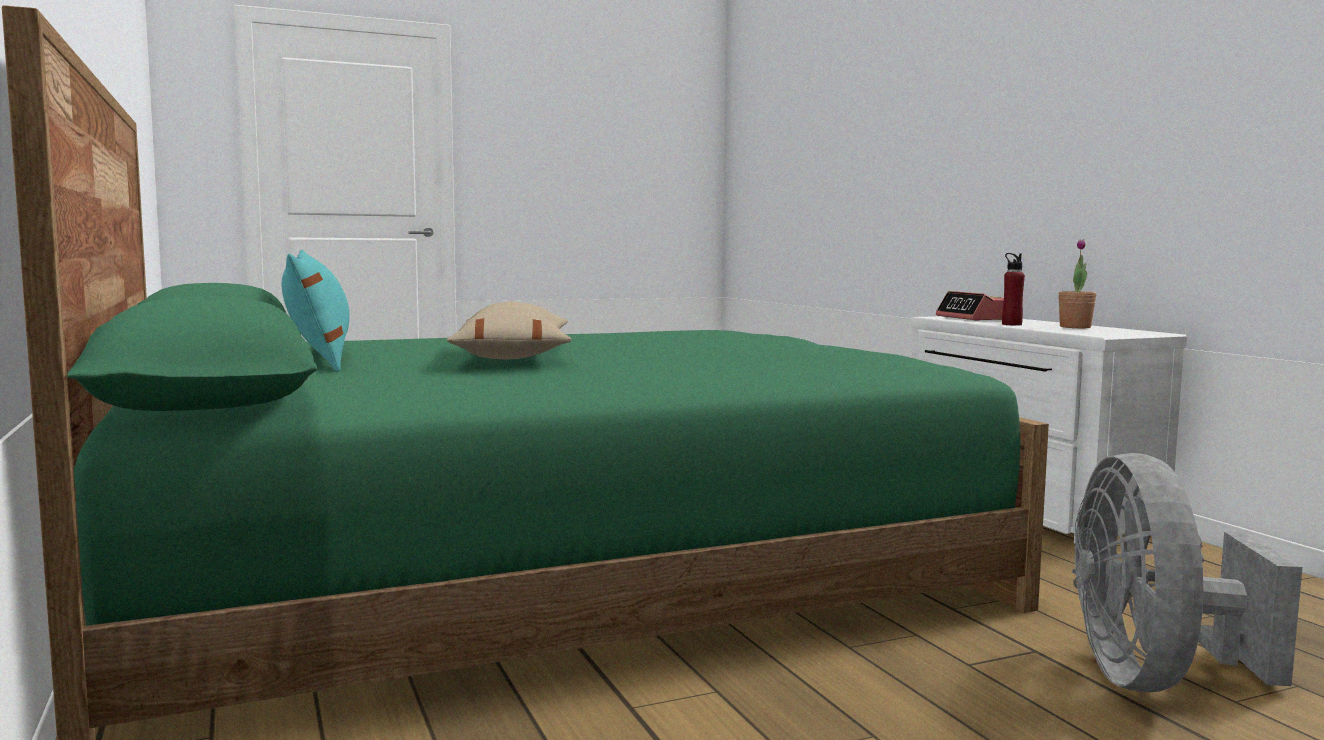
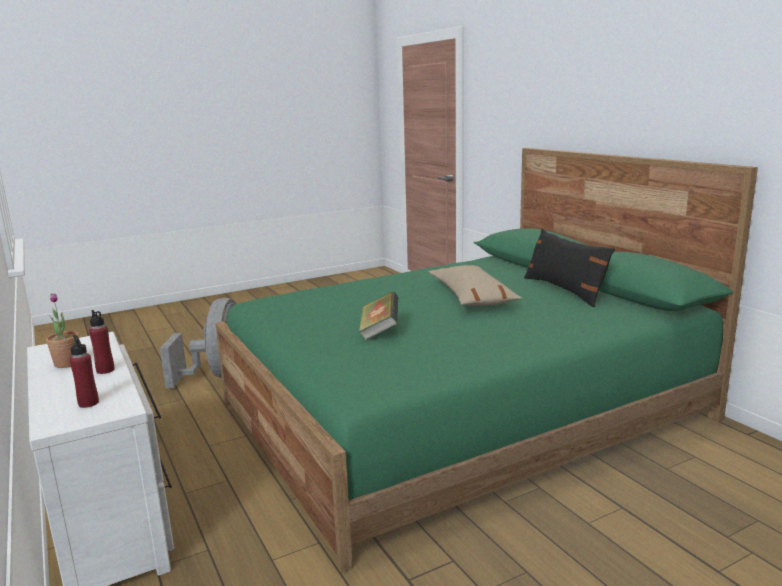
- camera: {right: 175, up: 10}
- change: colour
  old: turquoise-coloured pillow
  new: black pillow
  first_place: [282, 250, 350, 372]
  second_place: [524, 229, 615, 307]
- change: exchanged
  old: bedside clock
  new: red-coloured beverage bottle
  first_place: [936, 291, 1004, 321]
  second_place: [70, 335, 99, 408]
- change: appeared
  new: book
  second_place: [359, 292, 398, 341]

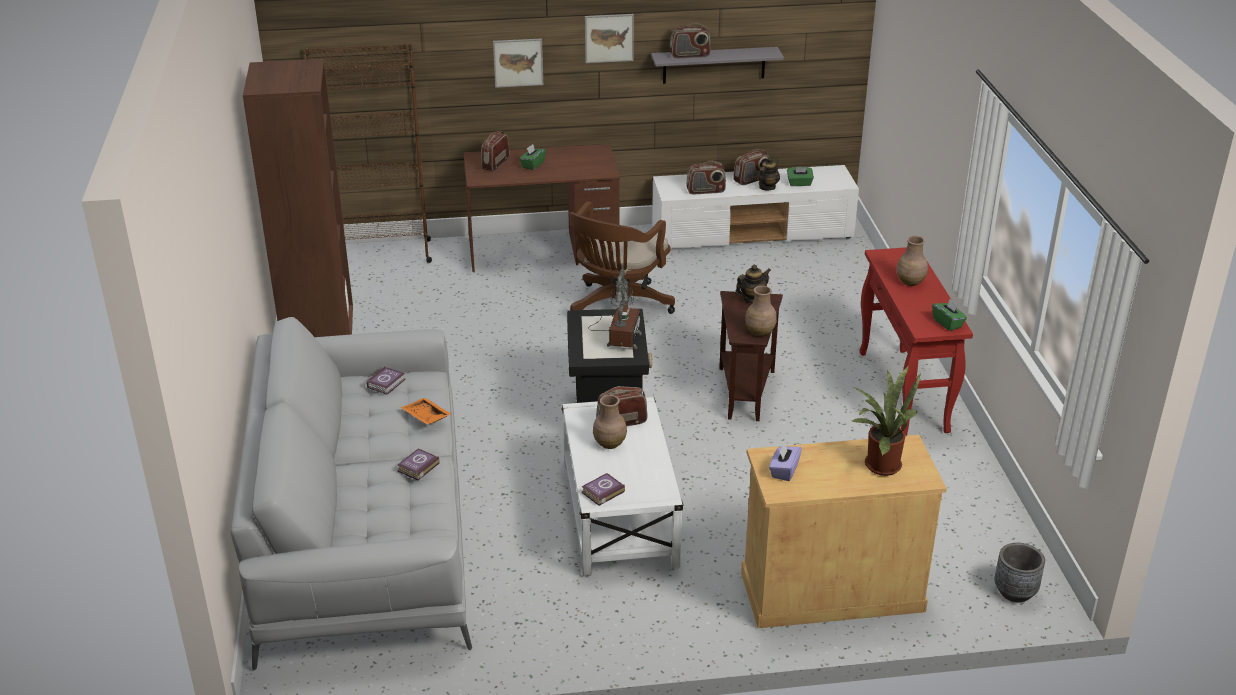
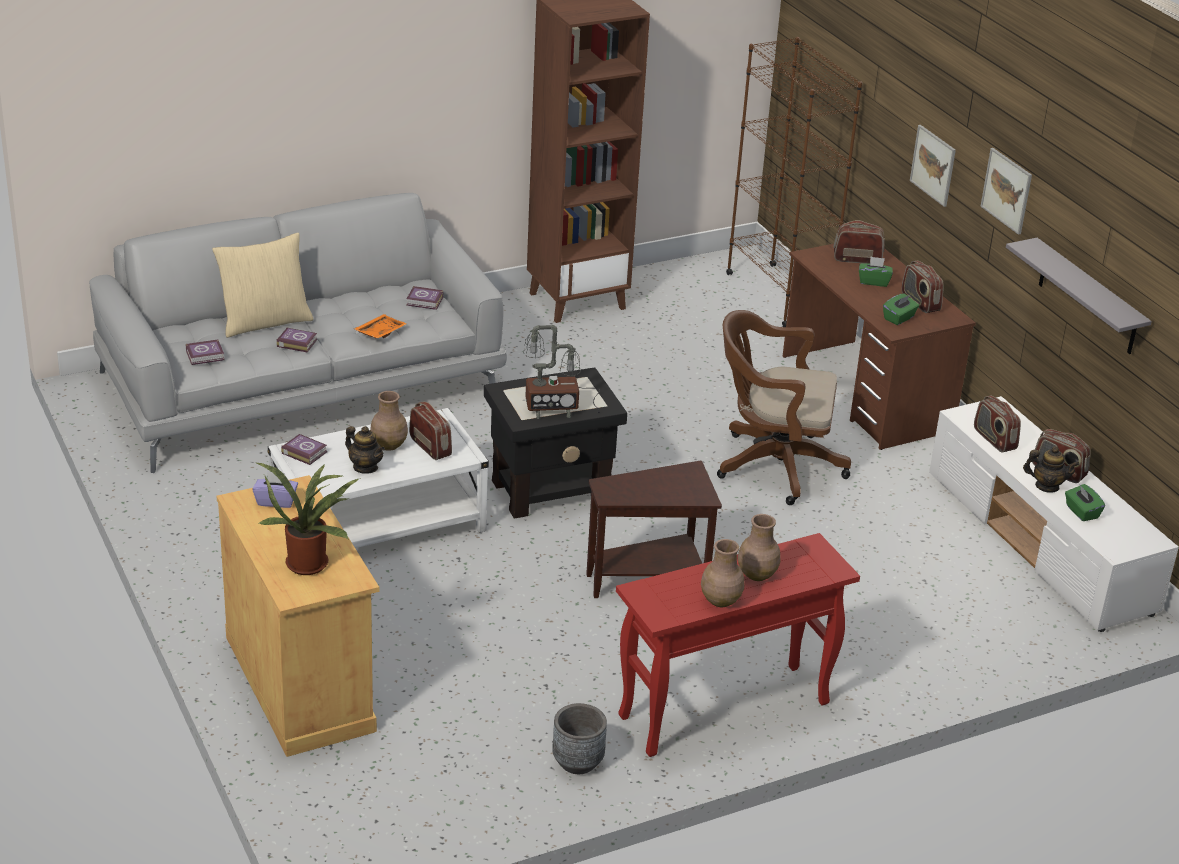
- camera: {right: 70, up: 0}
- change: relocated
  old: radio set
  first_place: [670, 23, 711, 58]
  second_place: [901, 260, 944, 313]
- change: relocated
  old: pot for tea
  first_place: [735, 264, 771, 303]
  second_place: [345, 426, 385, 474]
- change: relocated
  old: brown decorative vase
  first_place: [745, 286, 777, 336]
  second_place: [701, 539, 744, 607]
- change: relocated
  old: green-coloured box of tissues
  first_place: [932, 299, 967, 331]
  second_place: [883, 294, 919, 325]
- change: relocated
  old: greyish plant pot
  first_place: [994, 543, 1045, 602]
  second_place: [552, 703, 607, 774]
- change: appeared
  new: book
  second_place: [186, 339, 225, 365]
- change: appeared
  new: beige pillow
  second_place: [212, 232, 314, 338]

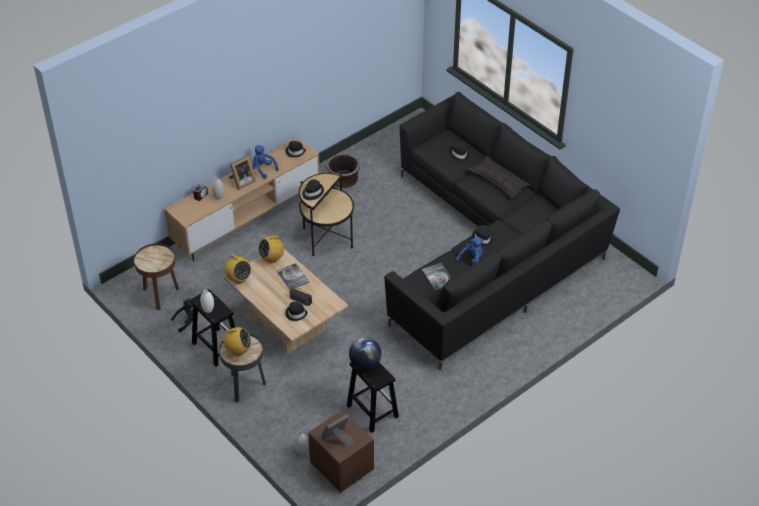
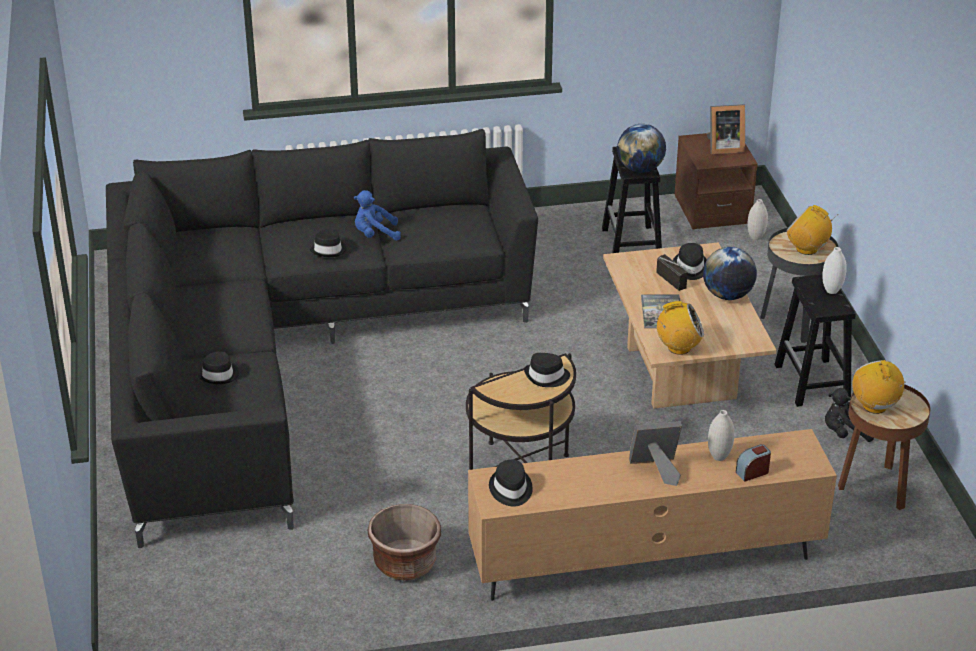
- camera: {right: -150, up: -10}
- change: relocated
  old: radio set
  first_place: [223, 254, 251, 284]
  second_place: [852, 360, 905, 414]
- change: missing
  old: blue soft toy
  first_place: [252, 145, 279, 179]
- change: missing
  old: book
  first_place: [422, 263, 451, 290]
- change: missing
  old: pillow
  first_place: [467, 156, 531, 199]
- change: appeared
  new: desk globe
  second_place: [703, 247, 757, 300]

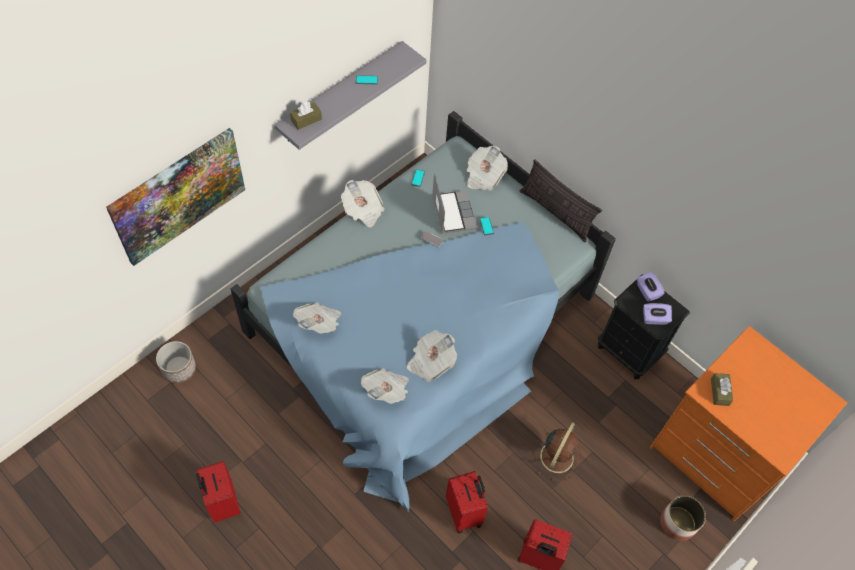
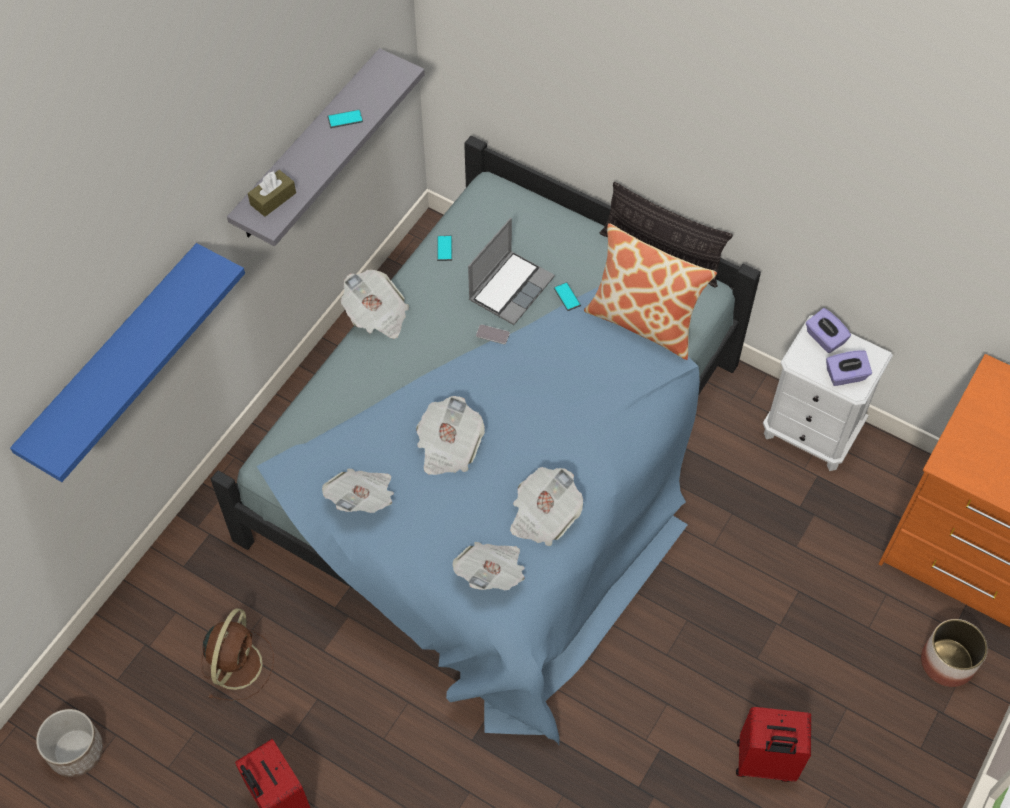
- camera: {right: -10, up: 0}
- change: exchanged
  old: picture
  new: blue wall shelf
  first_place: [106, 128, 245, 266]
  second_place: [10, 243, 245, 482]
- change: relocated
  old: plant pot
  first_place: [156, 341, 196, 383]
  second_place: [36, 709, 103, 777]
- change: spun
  old: notebook computer
  first_place: [432, 173, 477, 234]
  second_place: [468, 218, 555, 325]
  degrees: 60
- change: missing
  old: red-coloured suitcase
  first_place: [446, 471, 488, 534]
- change: relocated
  old: daily paper
  first_place: [466, 146, 508, 191]
  second_place: [416, 396, 485, 475]
- change: relocated
  old: brown fan
  first_place: [535, 422, 582, 481]
  second_place: [201, 608, 274, 701]
- change: colour
  old: black night table
  new: white night table
  first_place: [598, 274, 690, 379]
  second_place: [763, 315, 893, 471]
- change: missing
  old: brown box of tissues
  first_place: [711, 373, 733, 406]
- change: appeared
  new: pillow
  second_place: [584, 223, 717, 360]

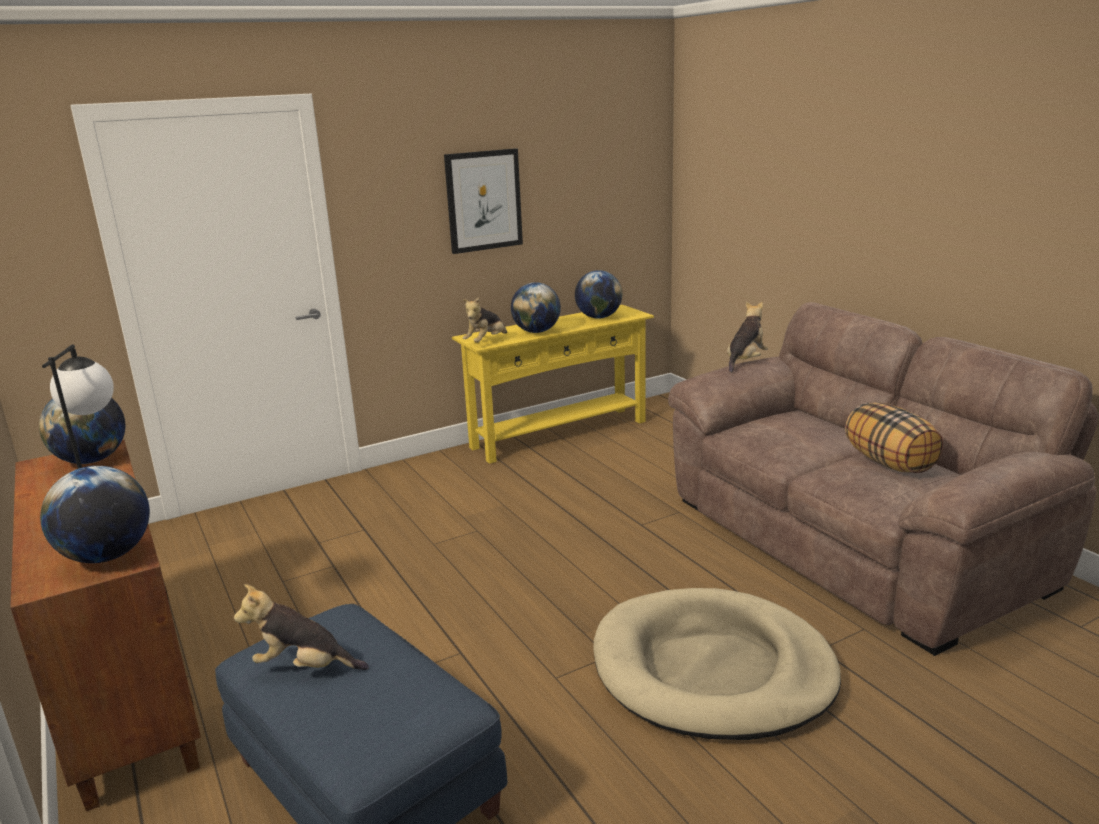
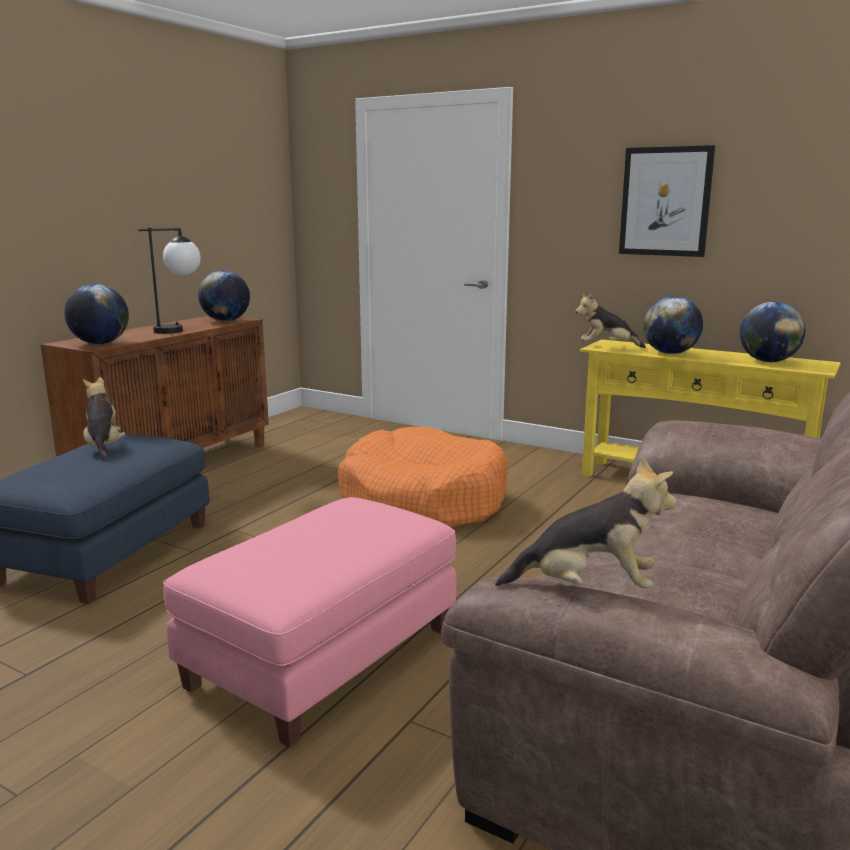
- camera: {right: 60, up: -5}
- change: exchanged
  old: beige dog bed
  new: pinkish pouffe
  first_place: [593, 588, 841, 740]
  second_place: [163, 497, 456, 748]
- change: relocated
  old: soft toy
  first_place: [727, 301, 768, 373]
  second_place: [495, 457, 676, 588]
- change: missing
  old: pillow
  first_place: [845, 402, 943, 473]
- change: appeared
  new: orange-coloured dog bed
  second_place: [338, 427, 508, 527]

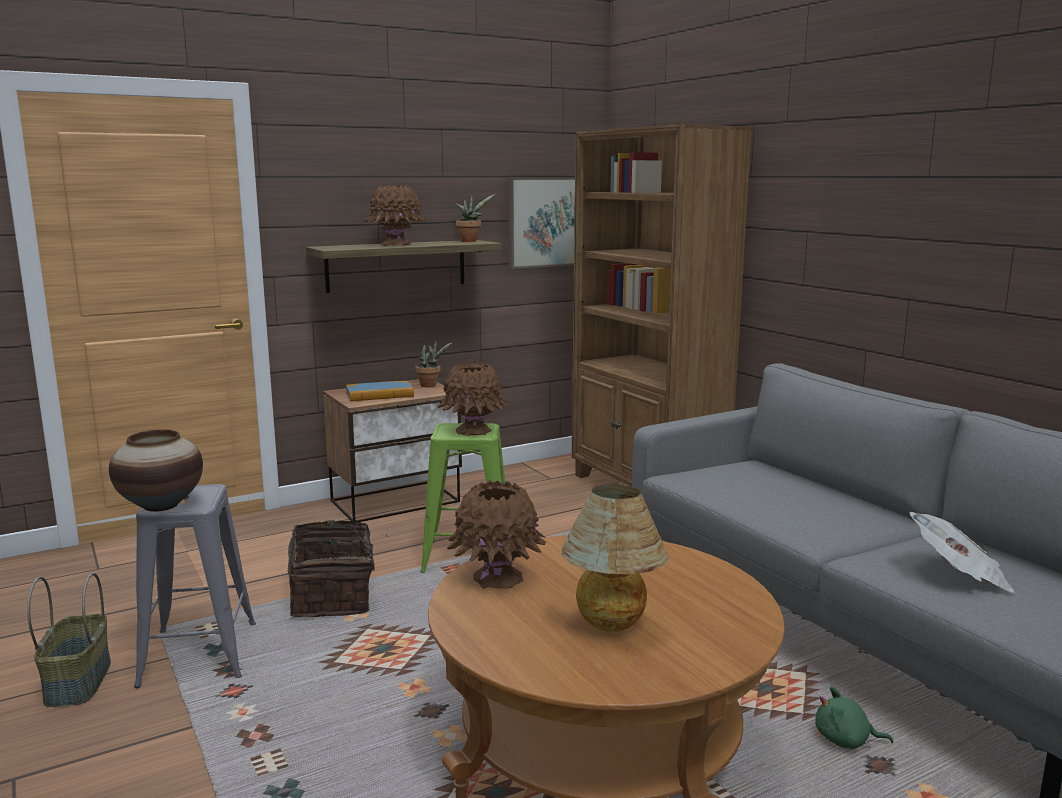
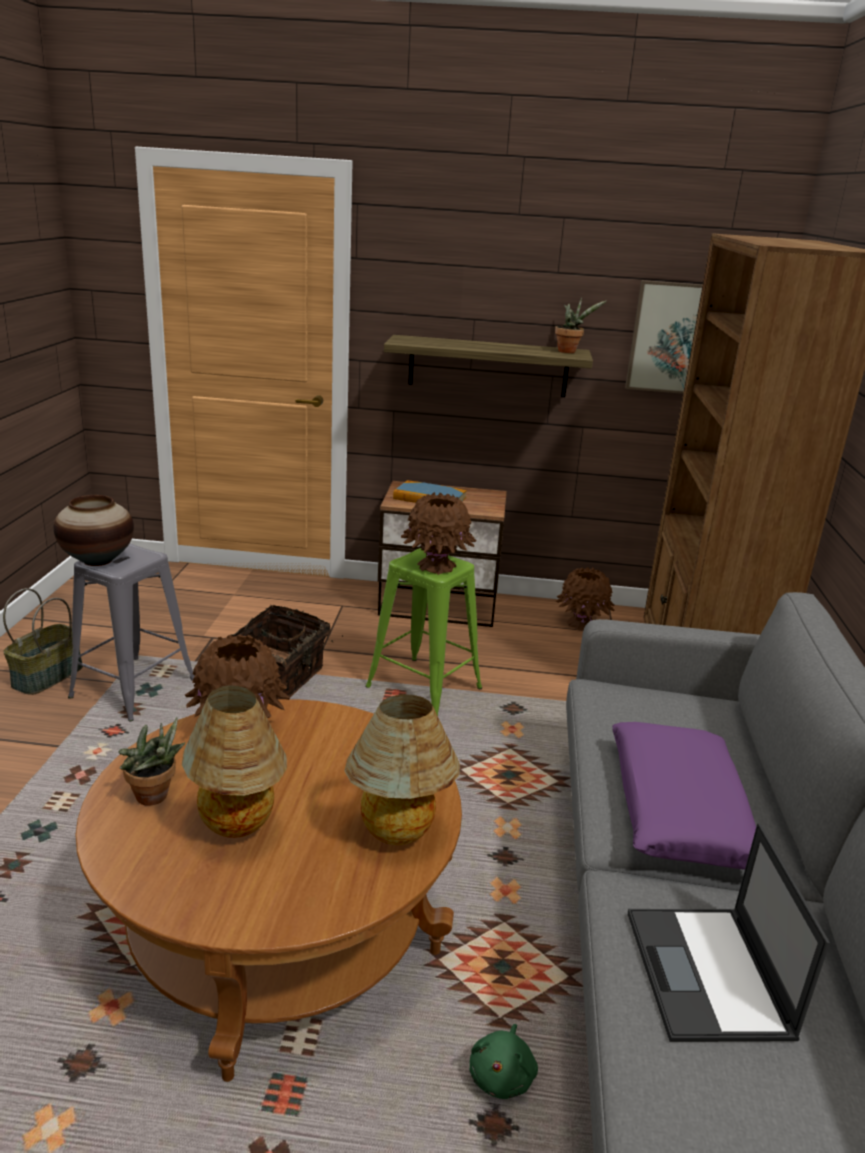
- camera: {right: 35, up: 10}
- change: relocated
  old: brown decorative vase
  first_place: [365, 185, 427, 246]
  second_place: [556, 567, 615, 631]
- change: relocated
  old: houseplant
  first_place: [415, 340, 453, 387]
  second_place: [118, 717, 185, 806]
- change: spun
  old: green-coloured soft toy
  first_place: [815, 687, 893, 749]
  second_place: [469, 1024, 538, 1099]
  degrees: -120
- change: exchanged
  old: daily paper
  new: notebook computer
  first_place: [910, 512, 1015, 593]
  second_place: [628, 823, 830, 1042]
- change: appeared
  new: tabletop lamp
  second_place: [344, 694, 460, 845]
- change: appeared
  new: purplish pillow
  second_place: [612, 722, 756, 870]

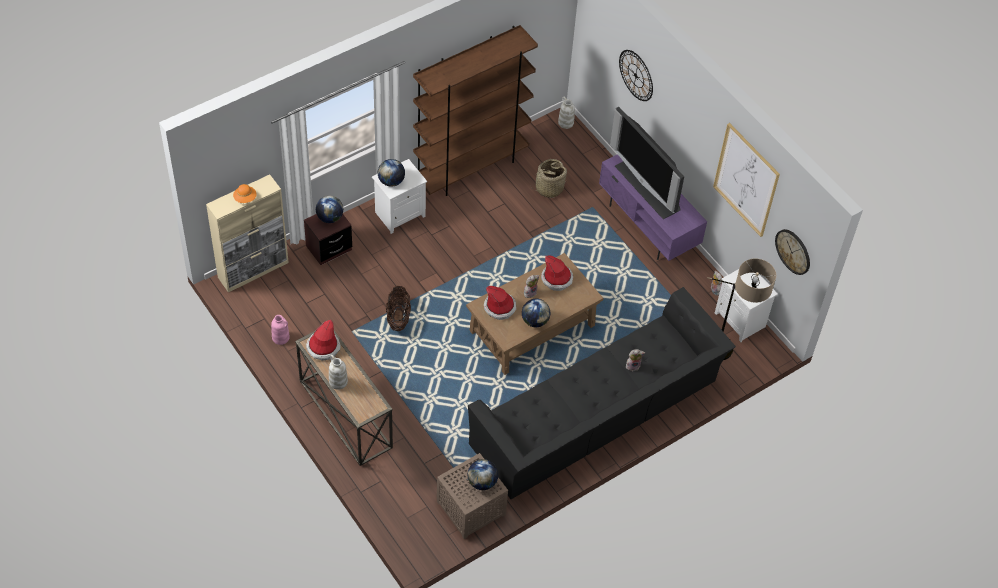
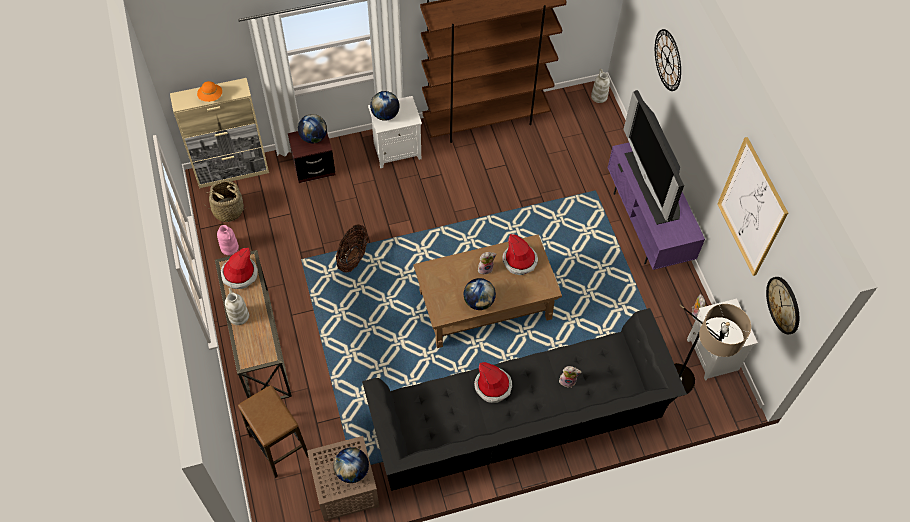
- camera: {right: 20, up: 5}
- change: relocated
  old: clothing hat
  first_place: [484, 286, 516, 320]
  second_place: [474, 362, 512, 403]
- change: relocated
  old: basket
  first_place: [530, 159, 567, 198]
  second_place: [204, 180, 248, 222]
- change: appeared
  new: stool seat
  second_place: [238, 385, 308, 478]

